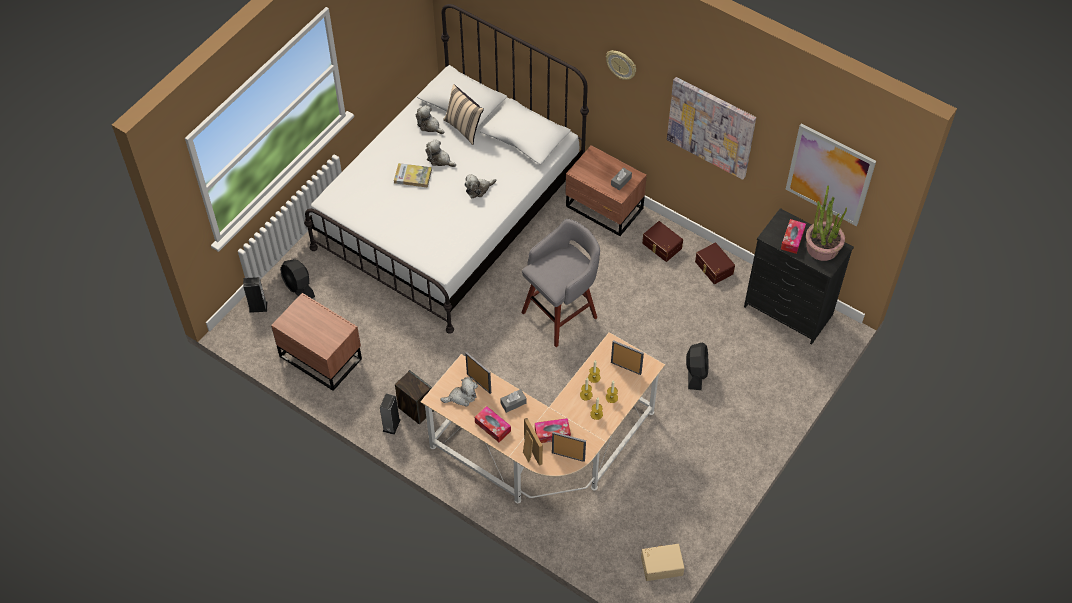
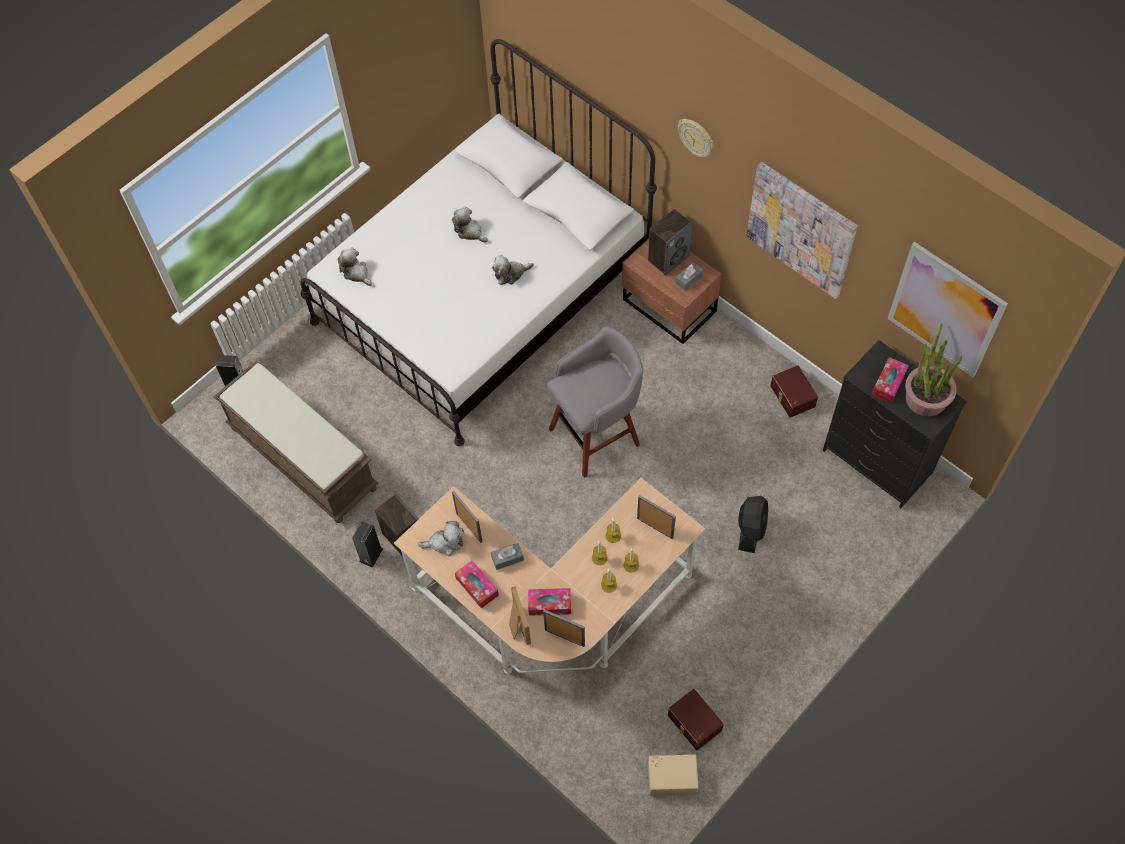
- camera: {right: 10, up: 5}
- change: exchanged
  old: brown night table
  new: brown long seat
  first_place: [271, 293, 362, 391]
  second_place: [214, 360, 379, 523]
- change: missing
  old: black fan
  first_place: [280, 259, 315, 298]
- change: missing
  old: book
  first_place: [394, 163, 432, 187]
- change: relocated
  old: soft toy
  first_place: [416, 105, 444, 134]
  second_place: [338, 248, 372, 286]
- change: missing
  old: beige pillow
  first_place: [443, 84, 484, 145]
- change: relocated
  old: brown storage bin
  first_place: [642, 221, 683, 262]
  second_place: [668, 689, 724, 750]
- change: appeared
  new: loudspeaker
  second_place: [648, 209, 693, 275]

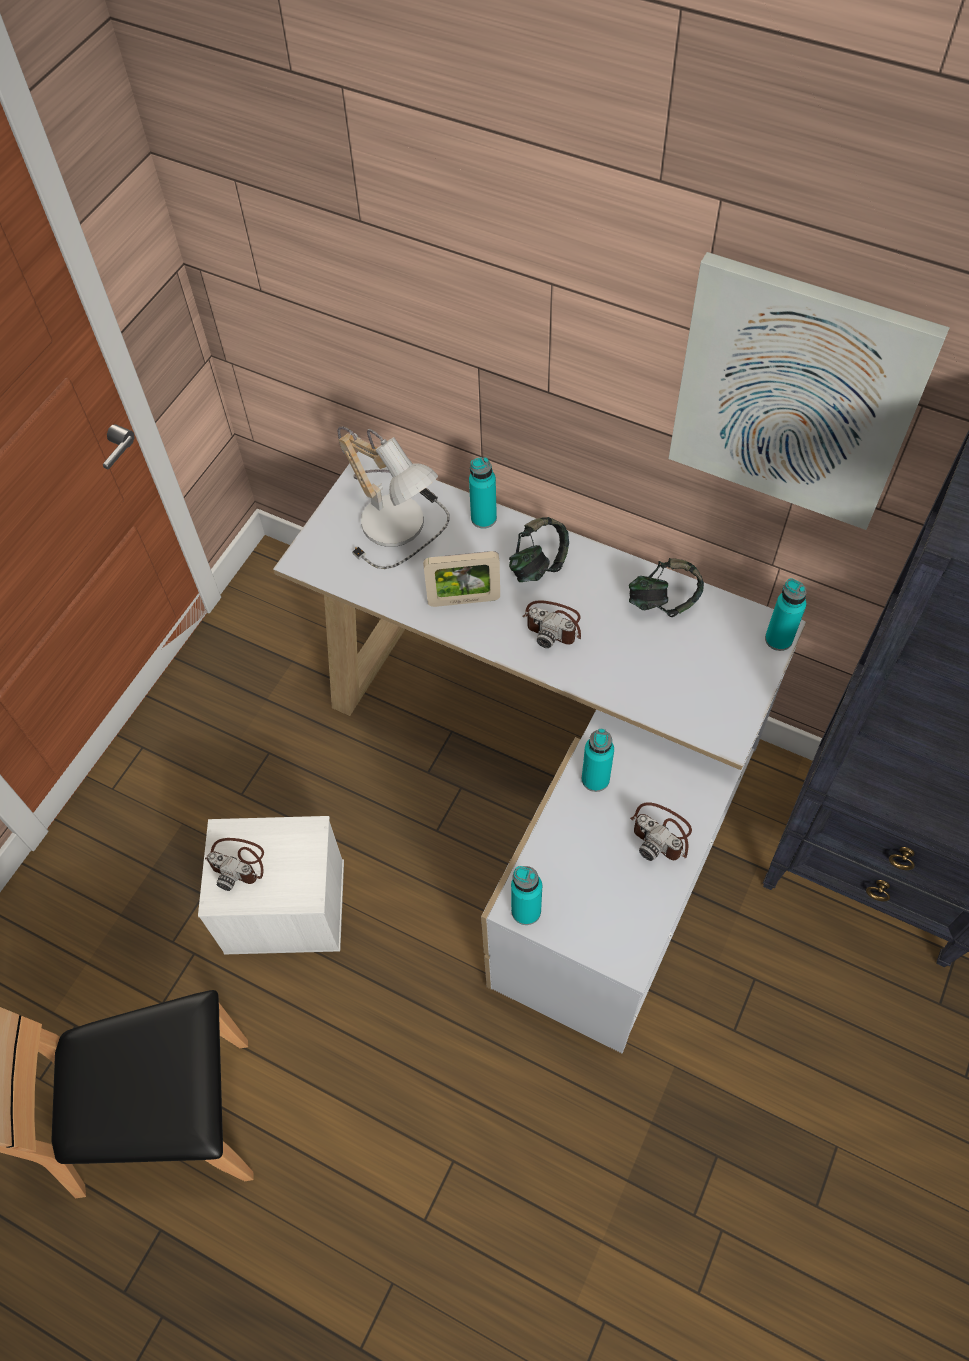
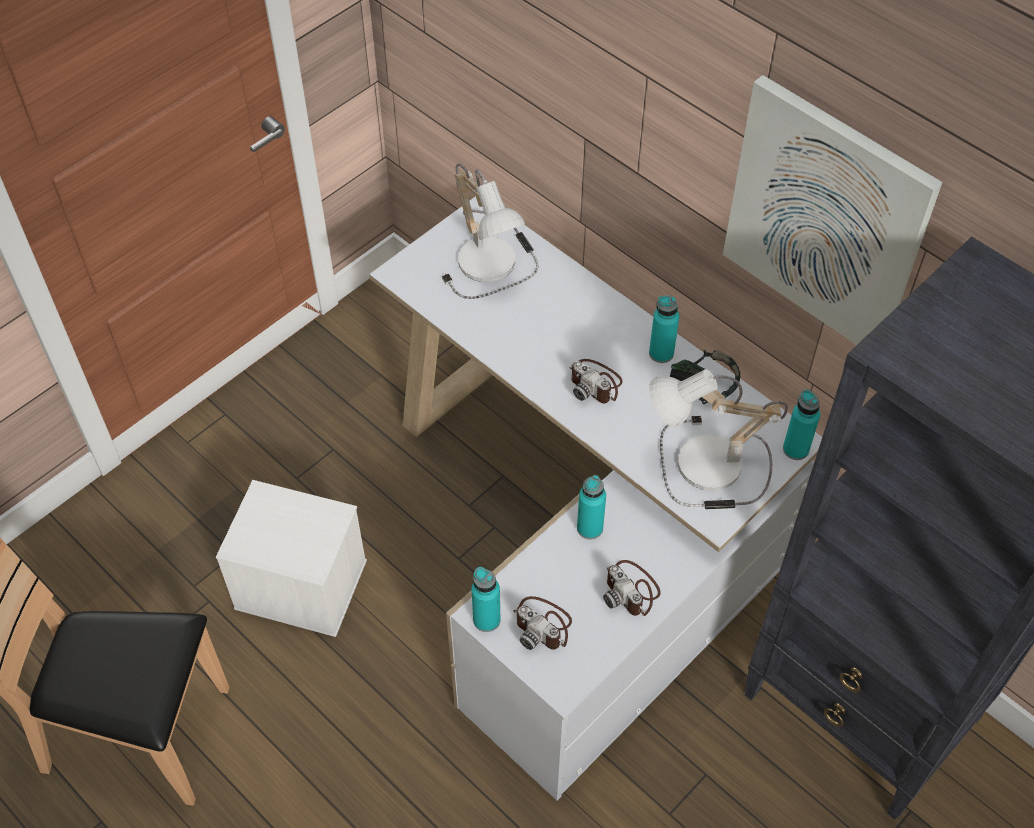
- camera: {right: 15, up: -5}
- change: relocated
  old: still camera
  first_place: [205, 838, 264, 891]
  second_place: [513, 596, 572, 650]
- change: missing
  old: standing frame
  first_place: [423, 551, 500, 607]
- change: relocated
  old: turquoise-coloured beverage bottle
  first_place: [469, 457, 497, 529]
  second_place: [649, 296, 680, 363]
- change: missing
  old: pair of headphones
  first_place: [509, 517, 569, 582]
- change: appeared
  new: tabletop lamp
  second_place: [649, 369, 788, 509]

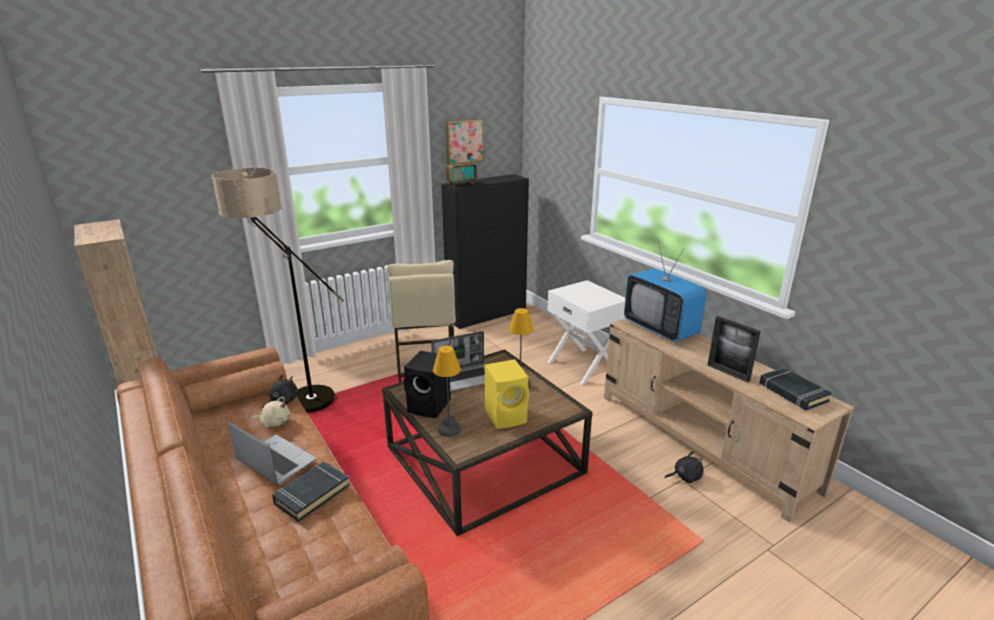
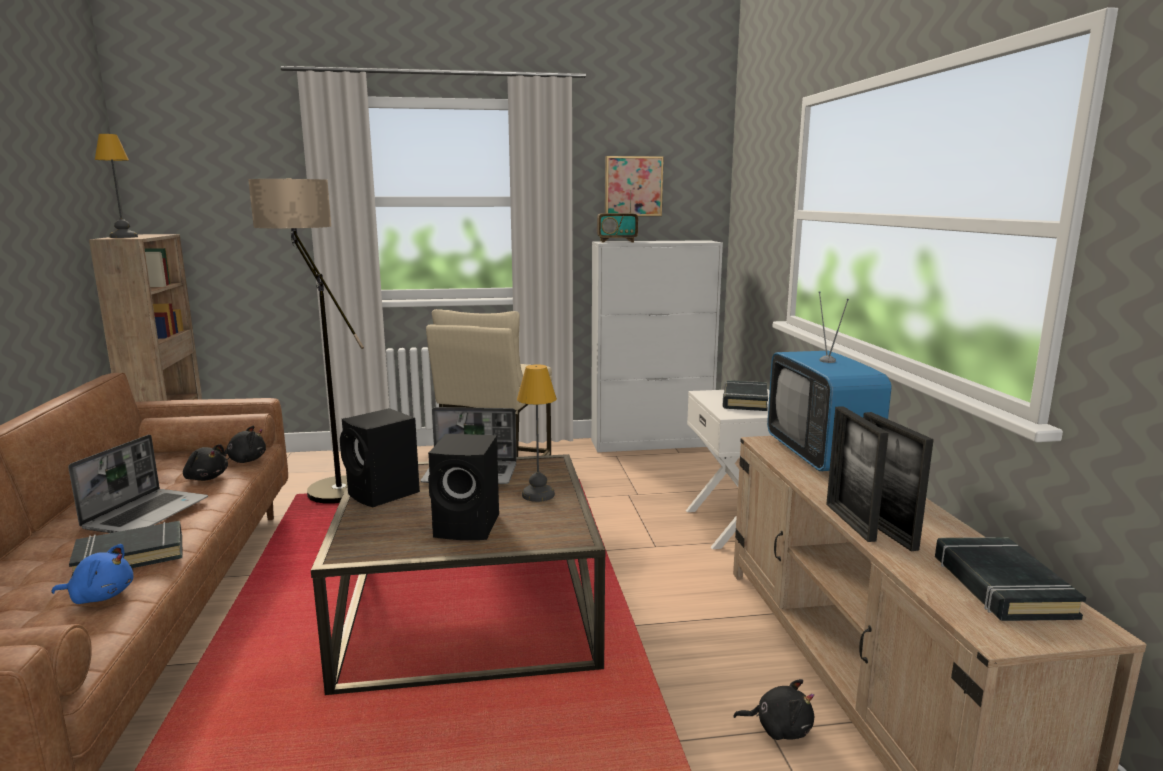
- camera: {right: 25, up: -10}
- change: spun
  old: notebook computer
  first_place: [228, 421, 316, 485]
  second_place: [68, 435, 208, 533]
  degrees: 45
- change: colour
  old: beige soft toy
  new: black soft toy
  first_place: [250, 397, 290, 427]
  second_place: [183, 444, 228, 481]
- change: relocated
  old: tabletop lamp
  first_place: [433, 346, 461, 437]
  second_place: [95, 134, 138, 238]
- change: colour
  old: black storage cabinet
  new: white storage cabinet
  first_place: [441, 174, 529, 329]
  second_place: [591, 240, 723, 452]
- change: colour
  old: yellow loudspeaker
  new: black loudspeaker
  first_place: [485, 359, 529, 429]
  second_place: [428, 434, 499, 540]
- change: appeared
  new: blue soft toy
  second_place: [51, 544, 133, 604]
- change: appeared
  new: black book
  second_place: [722, 380, 768, 411]
- change: appeared
  new: standing frame
  second_place: [826, 406, 889, 542]

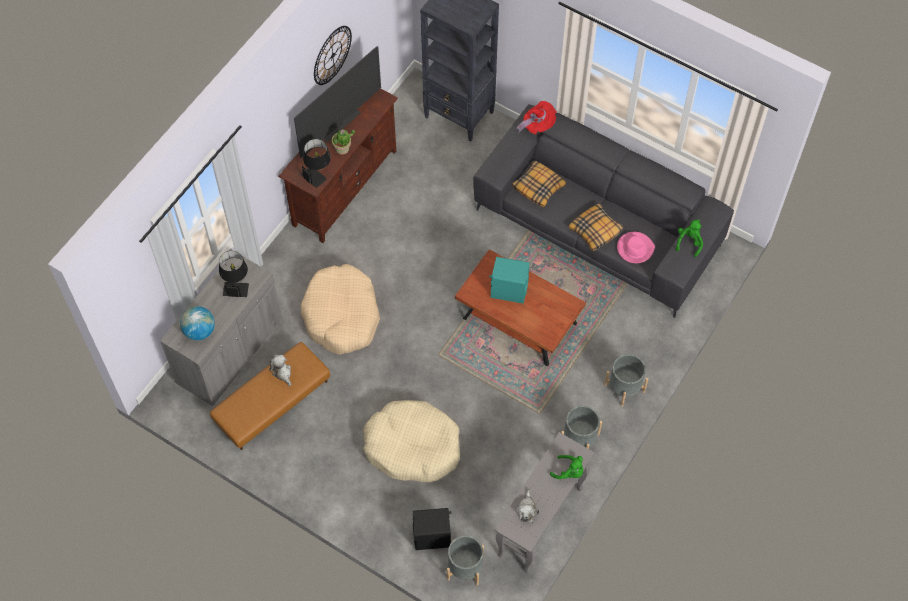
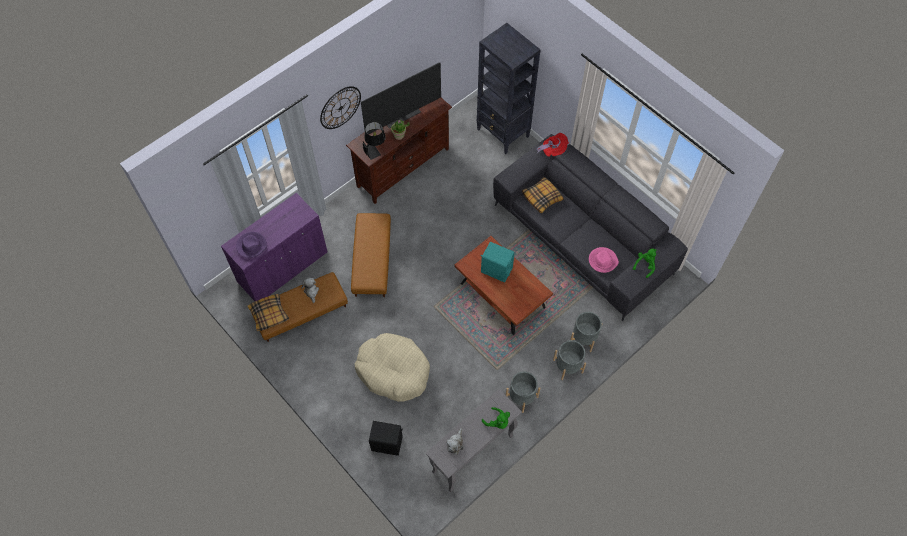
- camera: {right: 15, up: 0}
- change: colour
  old: greyish storage cabinet
  new: purplish storage cabinet
  first_place: [160, 256, 282, 406]
  second_place: [221, 193, 327, 301]
- change: exchanged
  old: desk globe
  new: purplish clothing hat
  first_place: [180, 306, 215, 340]
  second_place: [236, 232, 267, 258]
- change: missing
  old: black tabletop lamp
  first_place: [219, 251, 249, 297]
- change: exchanged
  old: beige dog bed
  new: brown pouffe
  first_place: [301, 264, 380, 355]
  second_place: [351, 213, 391, 297]
- change: relocated
  old: clock on the wall
  first_place: [314, 26, 352, 85]
  second_place: [320, 86, 361, 129]
- change: relocated
  old: greyish plant pot
  first_place: [447, 535, 484, 586]
  second_place: [570, 312, 602, 352]
- change: relocated
  old: pillow
  first_place: [569, 203, 624, 251]
  second_place: [247, 294, 289, 331]

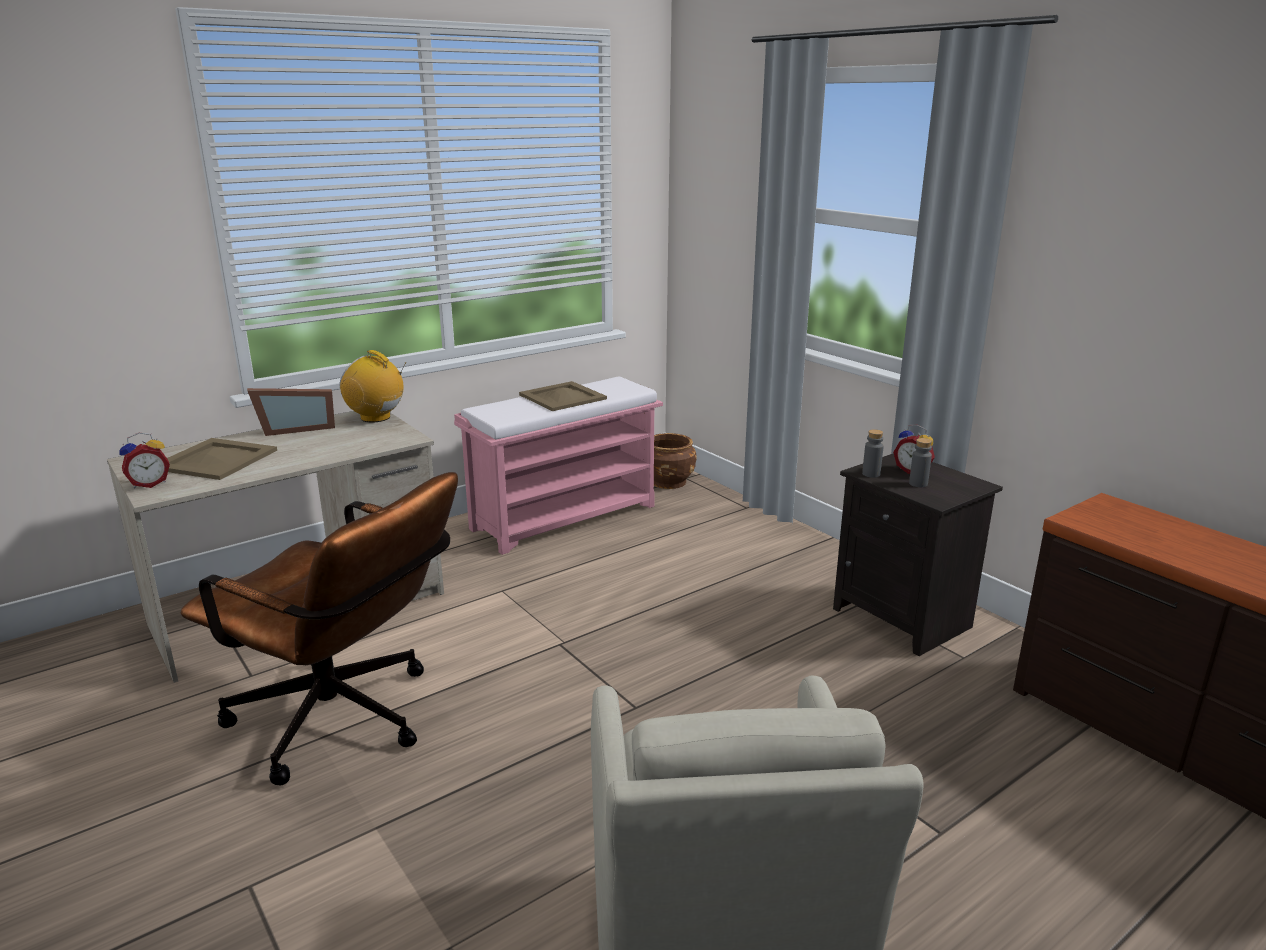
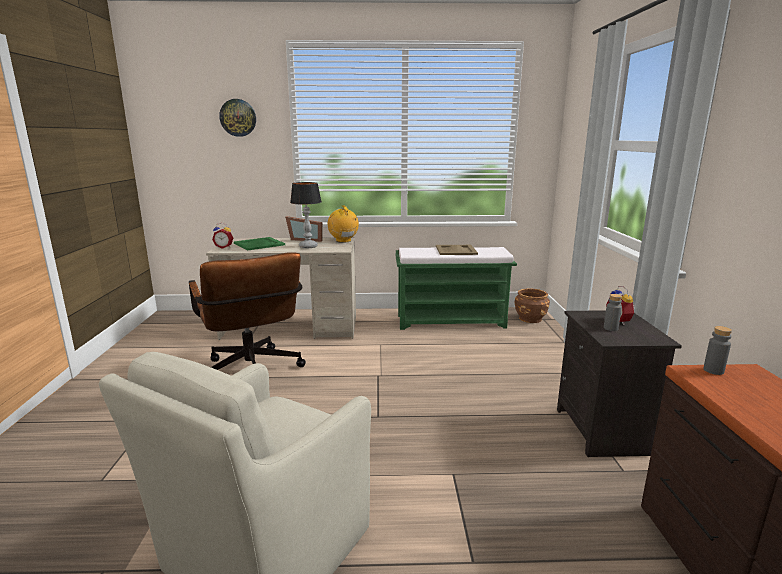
- camera: {right: 35, up: -5}
- change: colour
  old: beige carrying tray
  new: green-coloured carrying tray
  first_place: [167, 438, 277, 480]
  second_place: [234, 237, 285, 250]
- change: colour
  old: pinkish long seat
  new: green-coloured long seat
  first_place: [454, 376, 663, 555]
  second_place: [395, 247, 517, 330]
- change: relocated
  old: greyish beverage bottle
  first_place: [862, 429, 884, 478]
  second_place: [703, 326, 732, 375]
- change: appeared
  new: clock on the wall
  second_place: [219, 99, 256, 137]
- change: appeared
  new: tabletop lamp
  second_place: [290, 182, 322, 248]

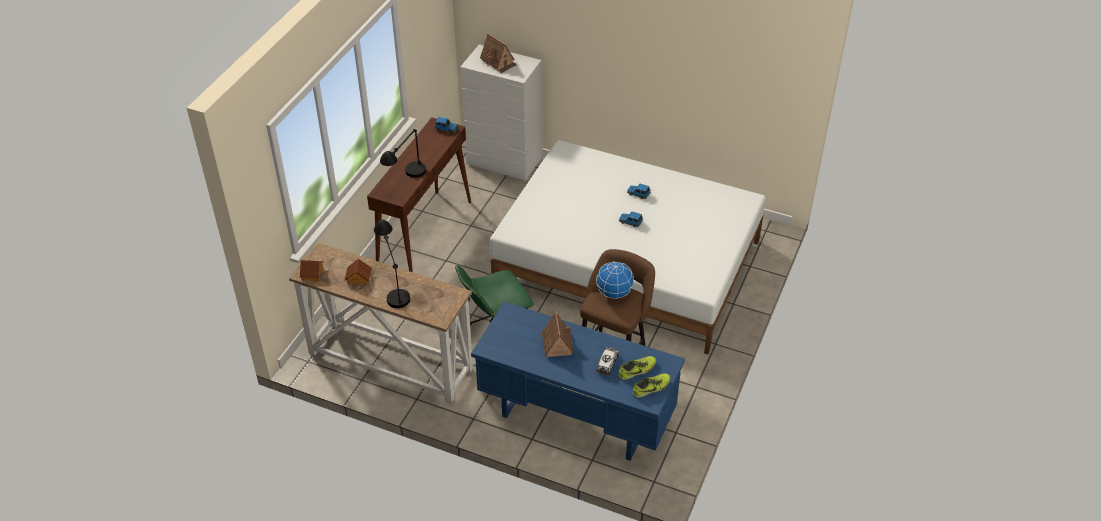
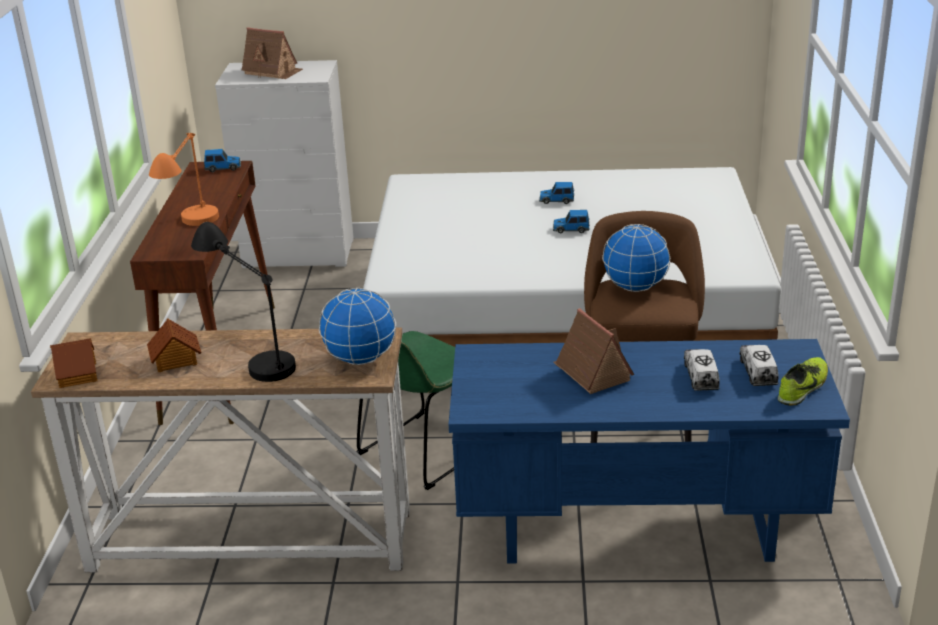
- camera: {right: -20, up: -15}
- change: colour
  old: black tabletop lamp
  new: orange-coloured tabletop lamp
  first_place: [380, 129, 426, 178]
  second_place: [149, 133, 219, 226]
- change: exchanged
  old: item of footwear
  new: toy truck
  first_place: [619, 356, 656, 380]
  second_place: [739, 345, 779, 386]
- change: appeared
  new: desk globe
  second_place: [319, 288, 396, 365]

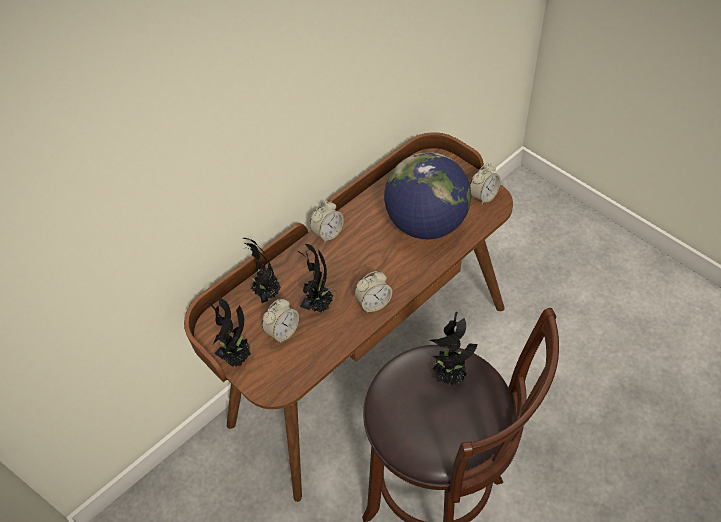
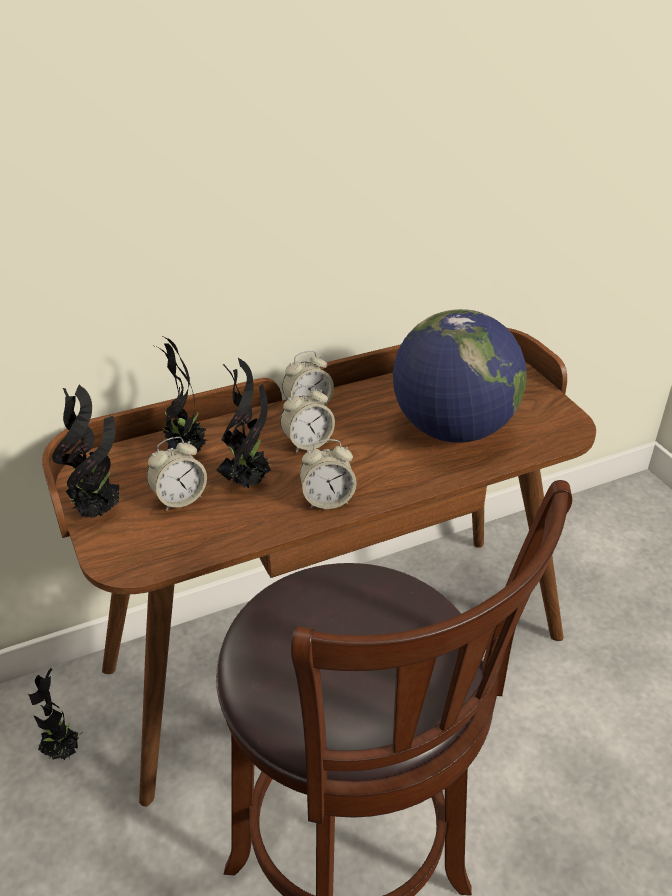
- camera: {right: 15, up: -15}
- change: relocated
  old: houseplant
  first_place: [430, 312, 477, 385]
  second_place: [28, 668, 82, 760]
- change: relocated
  old: bedside clock
  first_place: [470, 163, 501, 205]
  second_place: [280, 384, 335, 453]

